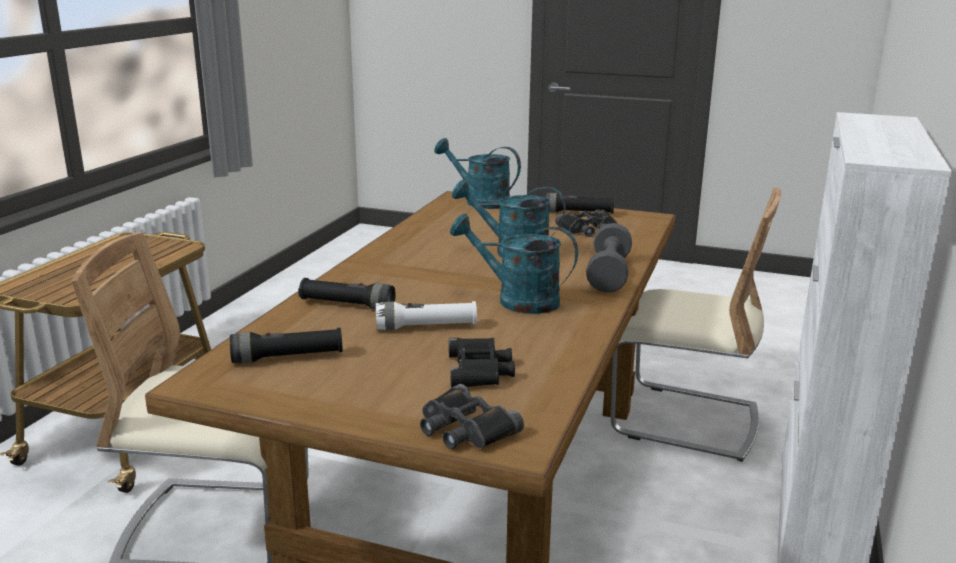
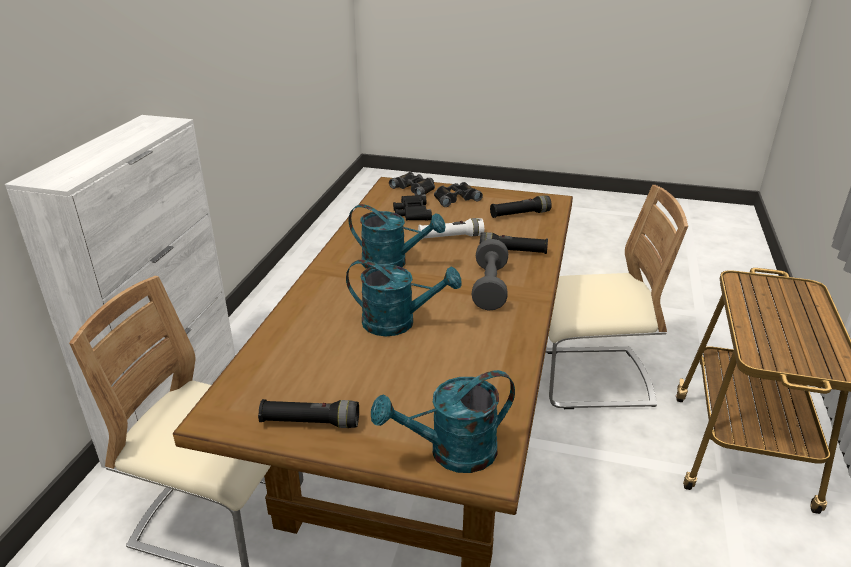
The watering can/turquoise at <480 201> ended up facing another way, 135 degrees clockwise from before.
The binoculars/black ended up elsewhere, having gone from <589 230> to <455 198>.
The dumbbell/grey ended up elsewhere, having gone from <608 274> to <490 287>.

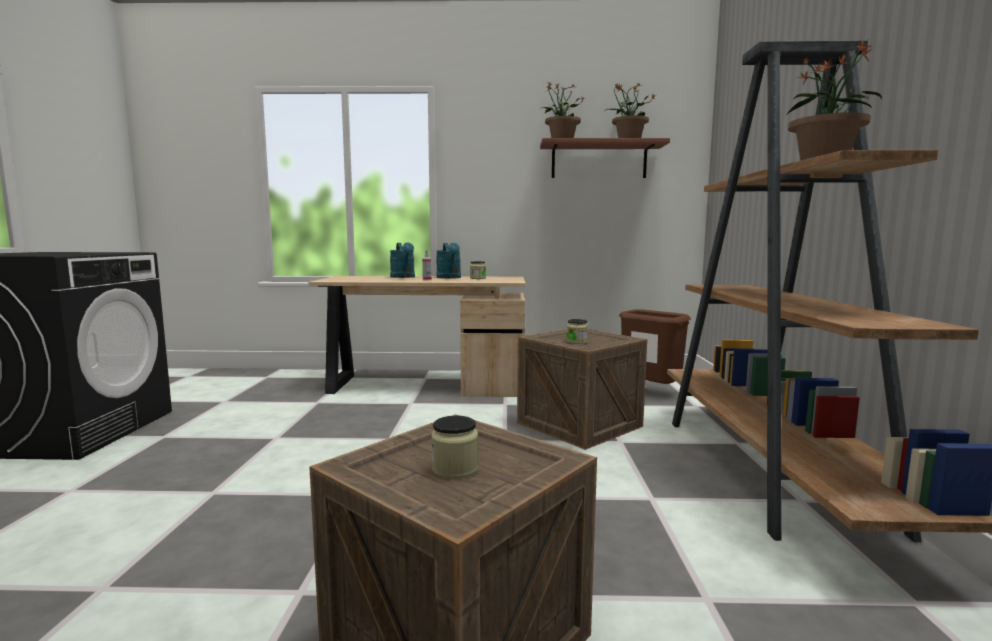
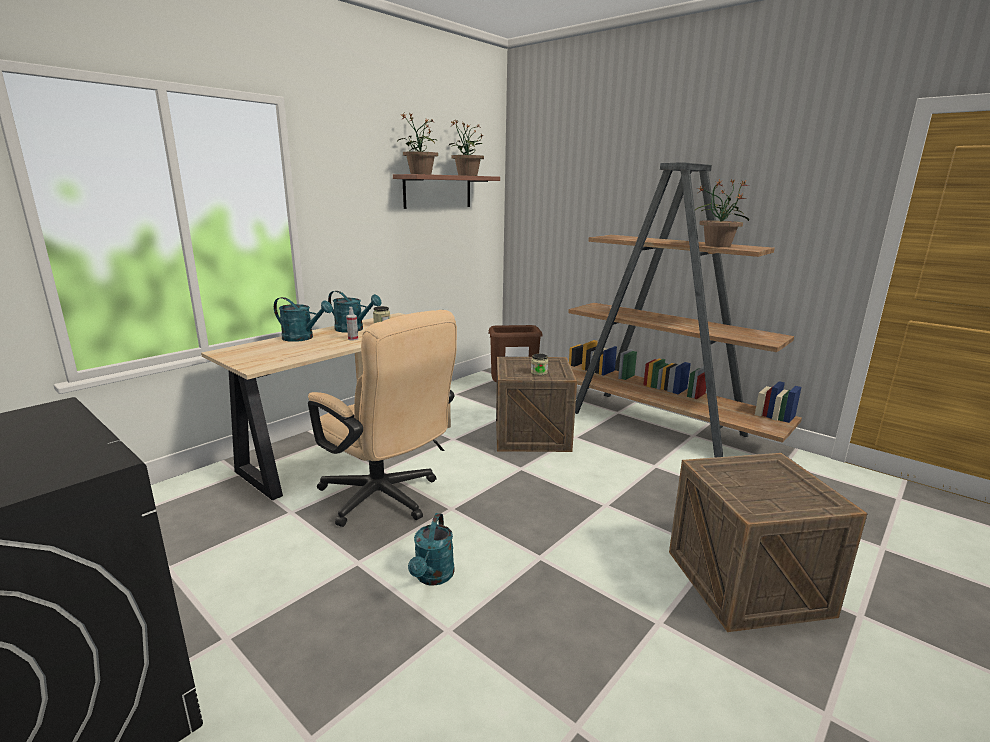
The second view lost the jar at <455 469>.
The second view gained the office chair/beige at <386 500>.
The second view gained the watering can/turquoise at <433 577>.

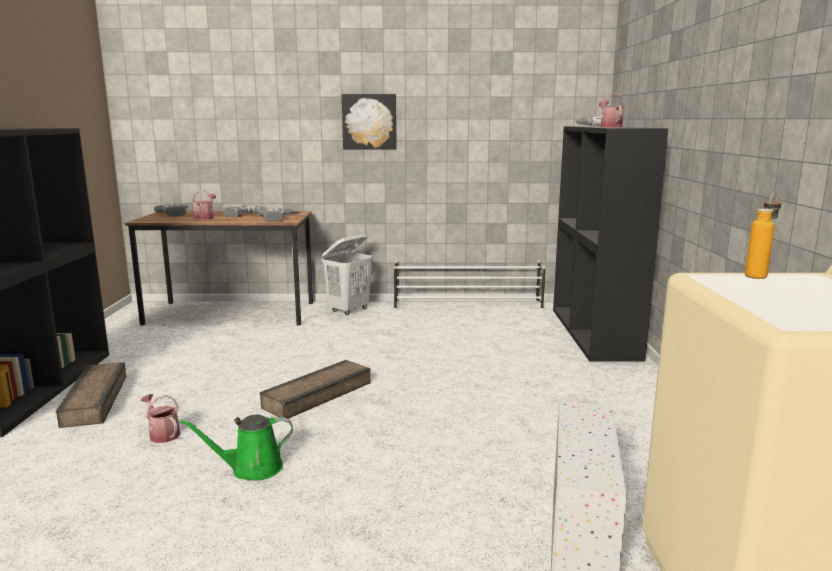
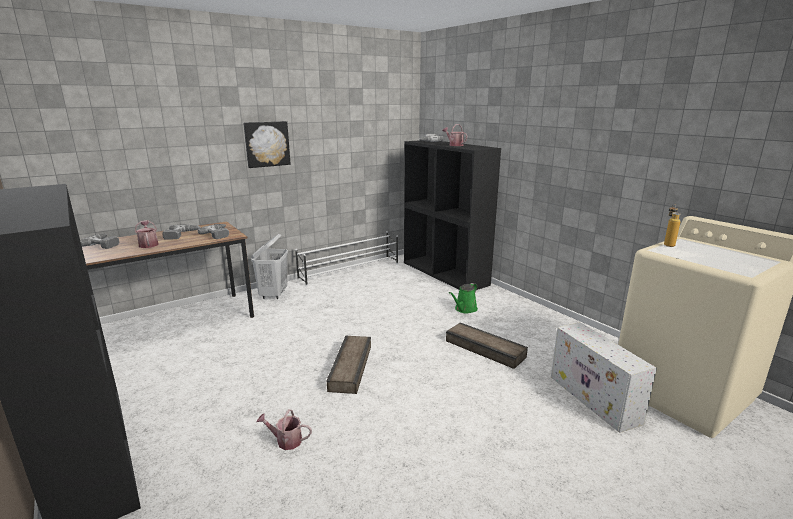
The crate ended up elsewhere, having gone from <97 399> to <485 348>.
The watering can/green ended up elsewhere, having gone from <252 469> to <464 309>.

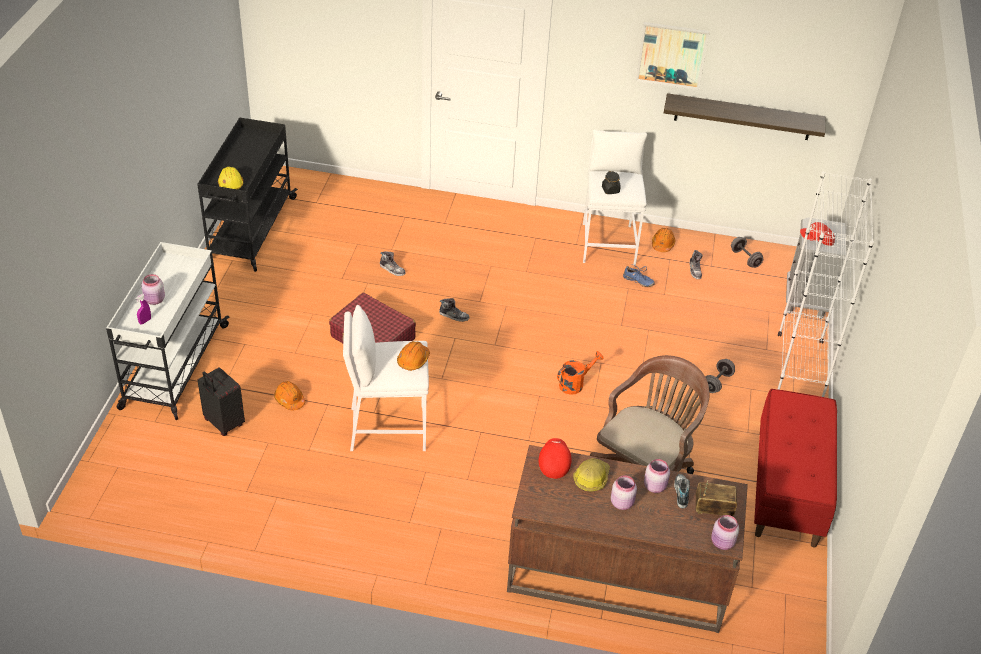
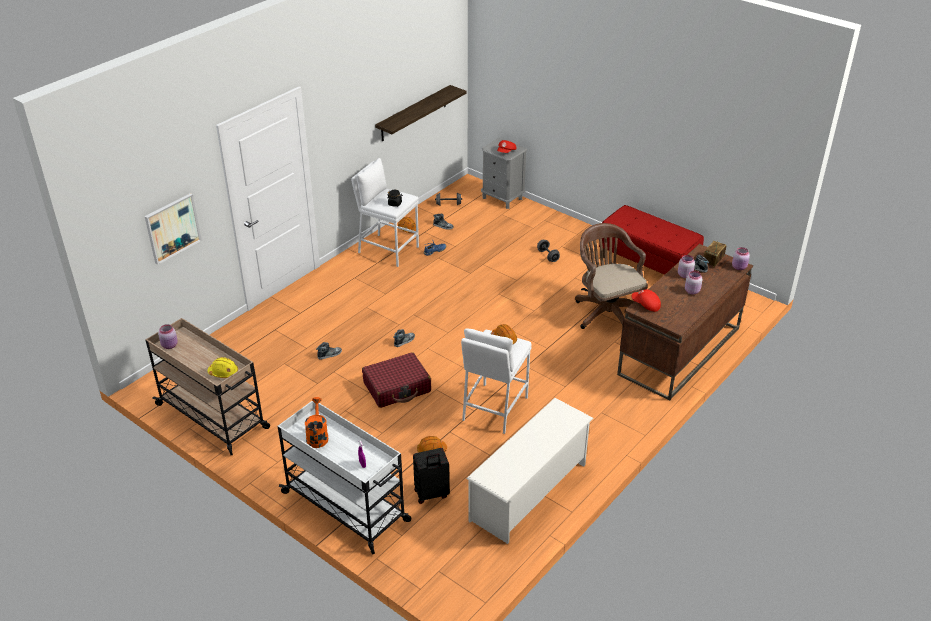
The jar/pink ended up elsewhere, having gone from <155 300> to <170 345>.
What was the cart/black at <250 230> turned into the cart/beige at <213 417>.
The watering can/orange ended up elsewhere, having gone from <575 384> to <317 436>.
The second view lost the hard hat at <591 478>.
The picture ended up elsewhere, having gone from <672 55> to <172 228>.
The second view lost the bookcase/white at <799 369>.
The second view gained the shoe rack/white at <529 492>.

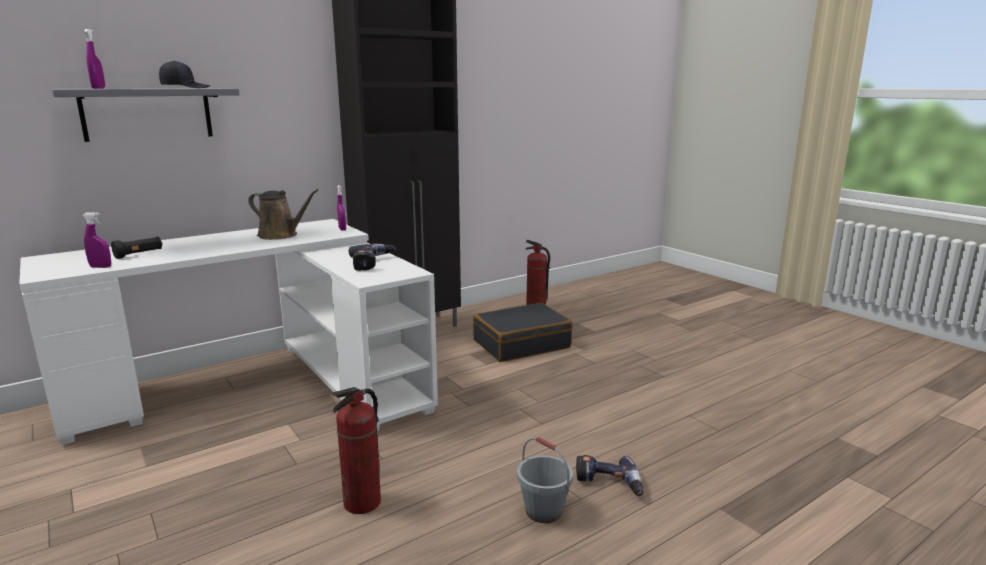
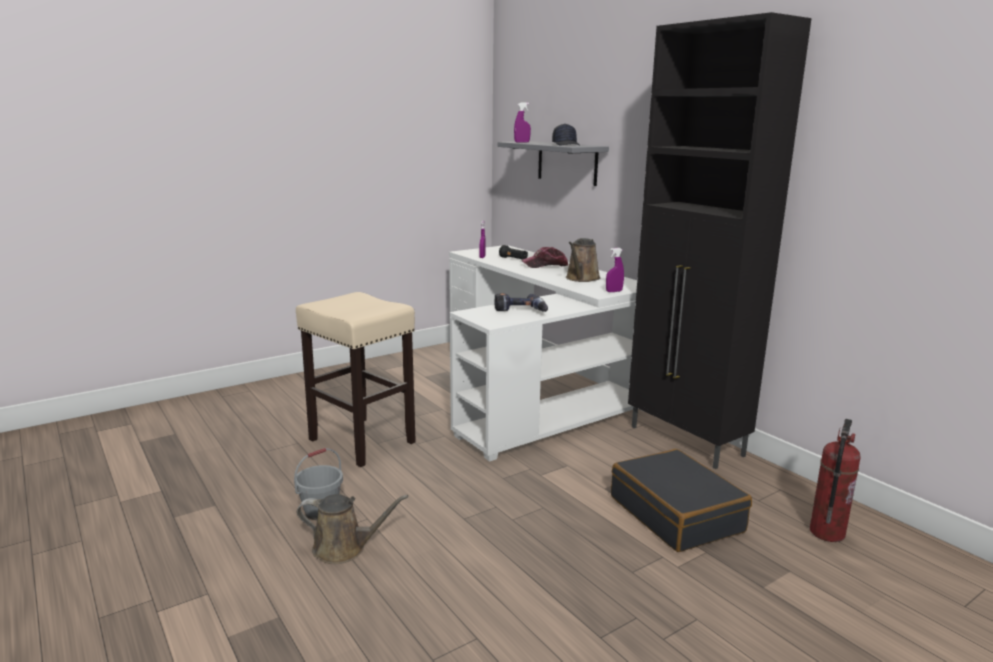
Where the fire extinguisher stood at <362 503>, the stool/beige came to stand at <360 441>.
Where the power drill stood at <608 484>, the watering can/brown came to stand at <344 548>.
The second view gained the cap at <545 265>.

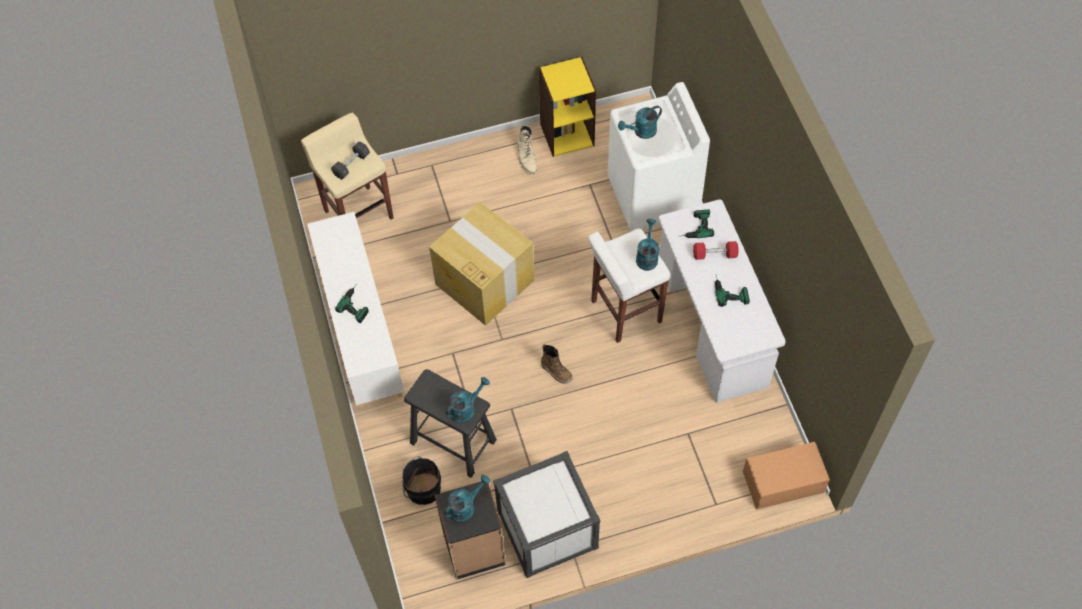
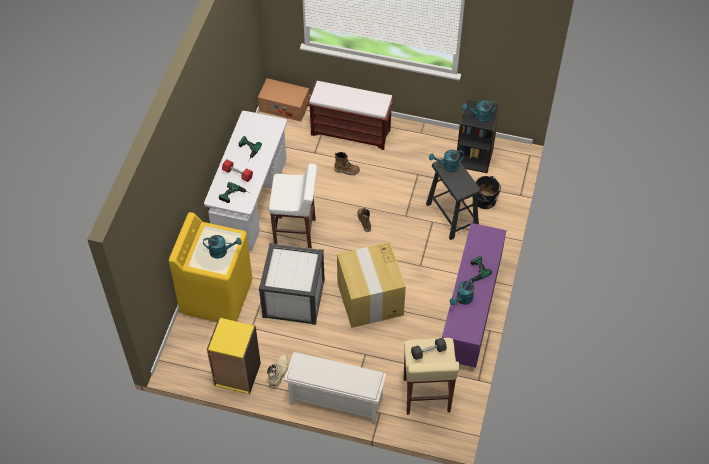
What was the cabinet/white at <361 328> turned into the cabinet/purple at <470 312>.
The storage box/white ended up elsewhere, having gone from <547 529> to <294 298>.
What was the washing machine/white at <653 196> turned into the washing machine/yellow at <217 296>.
The watering can/turquoise ended up elsewhere, having gone from <647 256> to <462 300>.
The second view gained the shoe rack/white at <335 401>.
The second view gained the bench/brown at <351 132>.
The second view gained the boot at <347 170>.

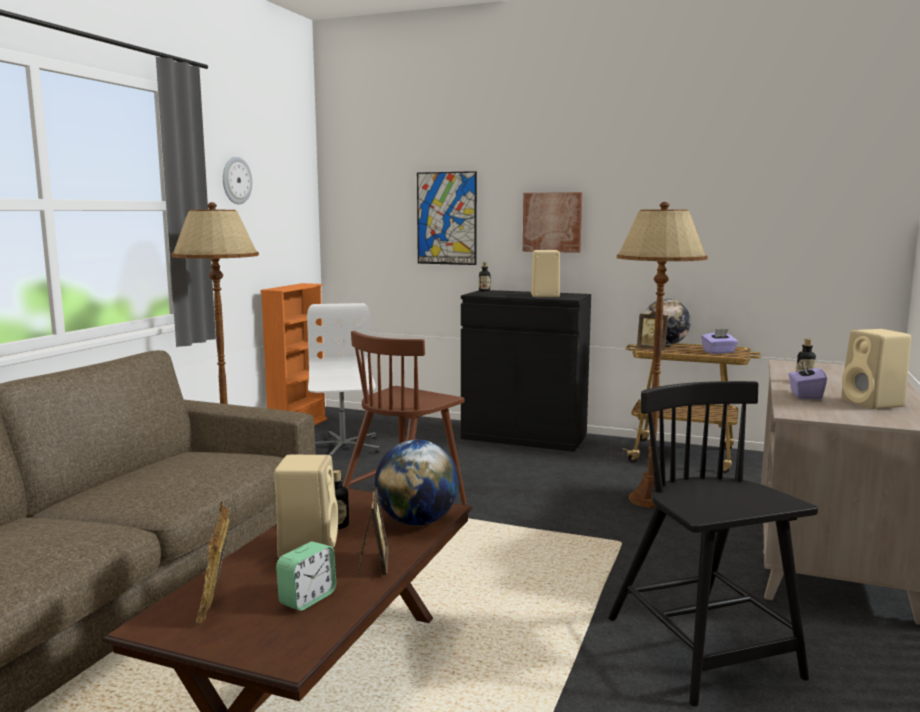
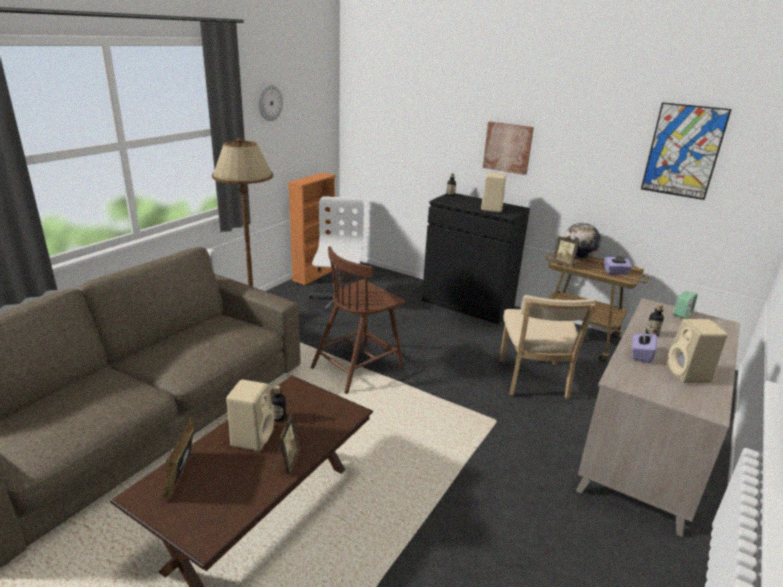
The alarm clock ended up elsewhere, having gone from <307 599> to <682 314>.
The second view lost the globe at <417 522>.
The picture ended up elsewhere, having gone from <446 218> to <683 151>.
The second view lost the chair/black at <703 649>.
Where the floor lamp/brown stood at <649 500>, the chair/beige came to stand at <533 381>.

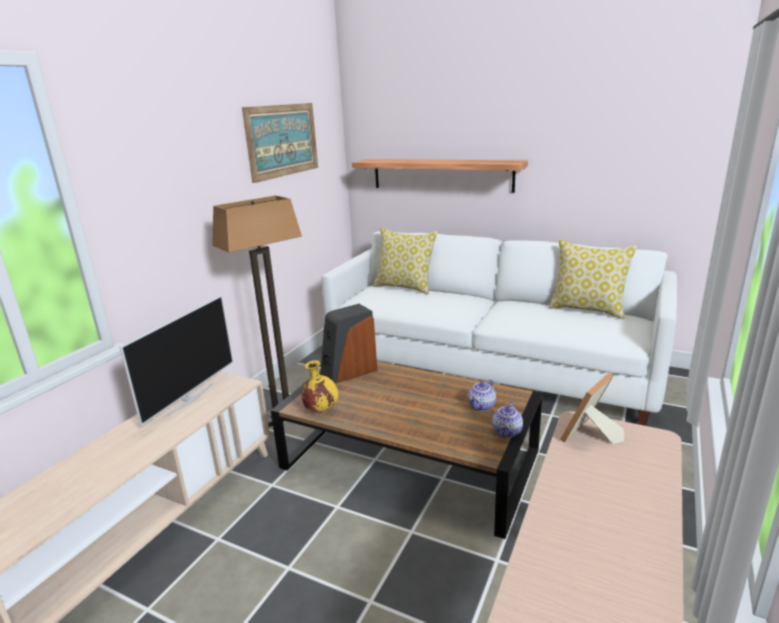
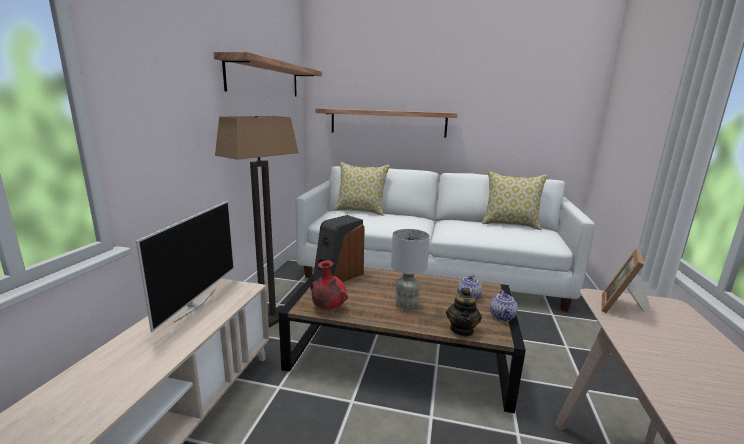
Where the picture hung at <282 140>, the shelf came to hang at <265 79>.
What was the vase/yellow at <321 409> turned into the vase/red at <328 308>.
The second view gained the table lamp/grey at <406 305>.
The second view gained the teapot at <462 330>.

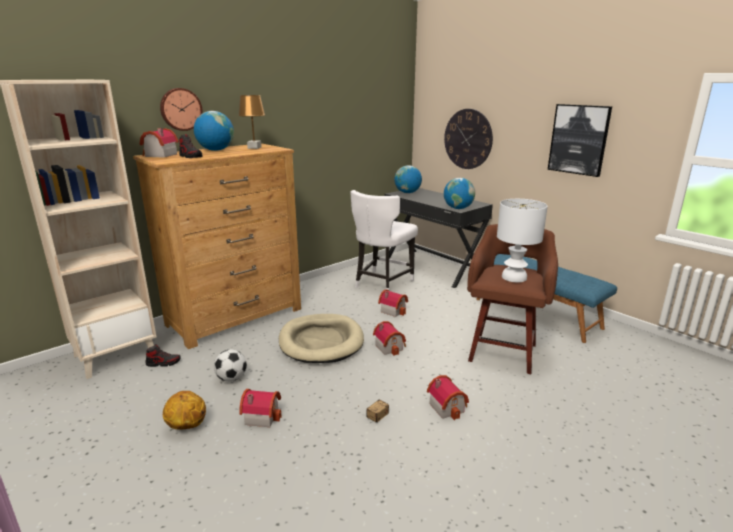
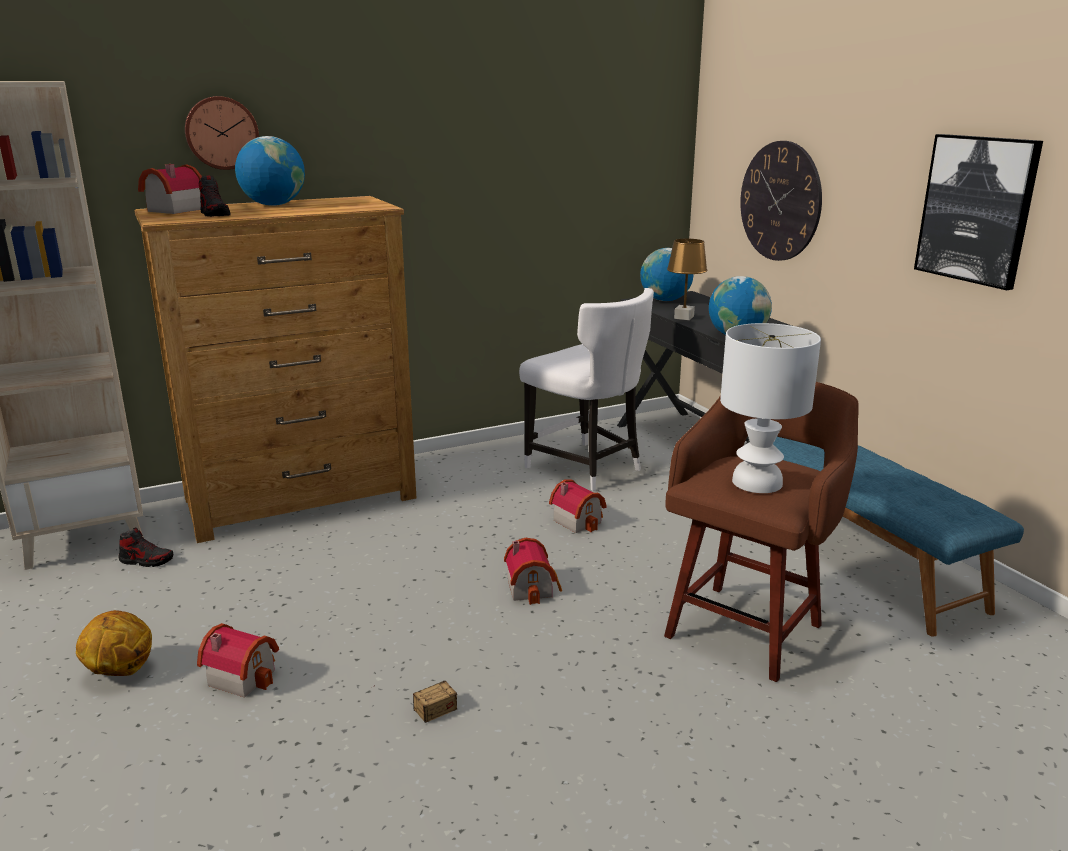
The second view lost the football at <232 378>.
The table lamp/brown ended up elsewhere, having gone from <254 148> to <684 317>.
The second view lost the dog bed/beige at <321 341>.
The chair/white at <381 283> ended up facing another way, 90 degrees counterclockwise from before.
The second view lost the toy house at <448 406>.

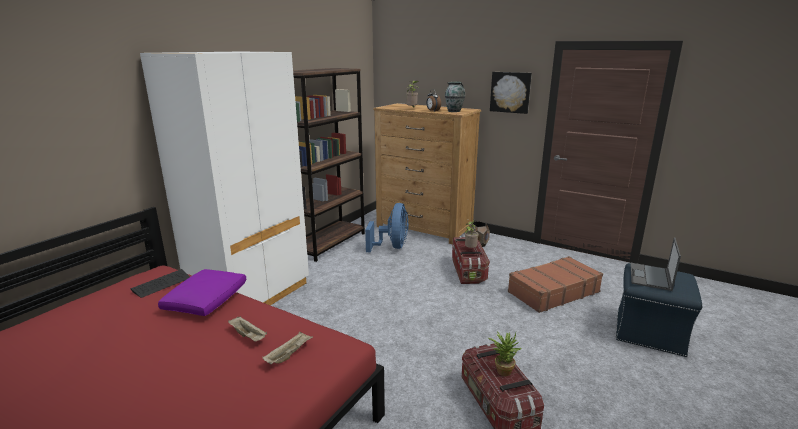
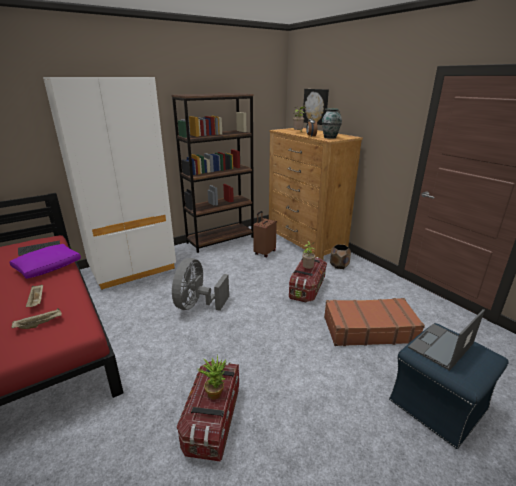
Where the fan/blue stood at <392 247>, the suitcase/brown came to stand at <264 253>.
The picture ended up elsewhere, having gone from <510 92> to <316 106>.
The second view gained the fan/grey at <197 305>.

